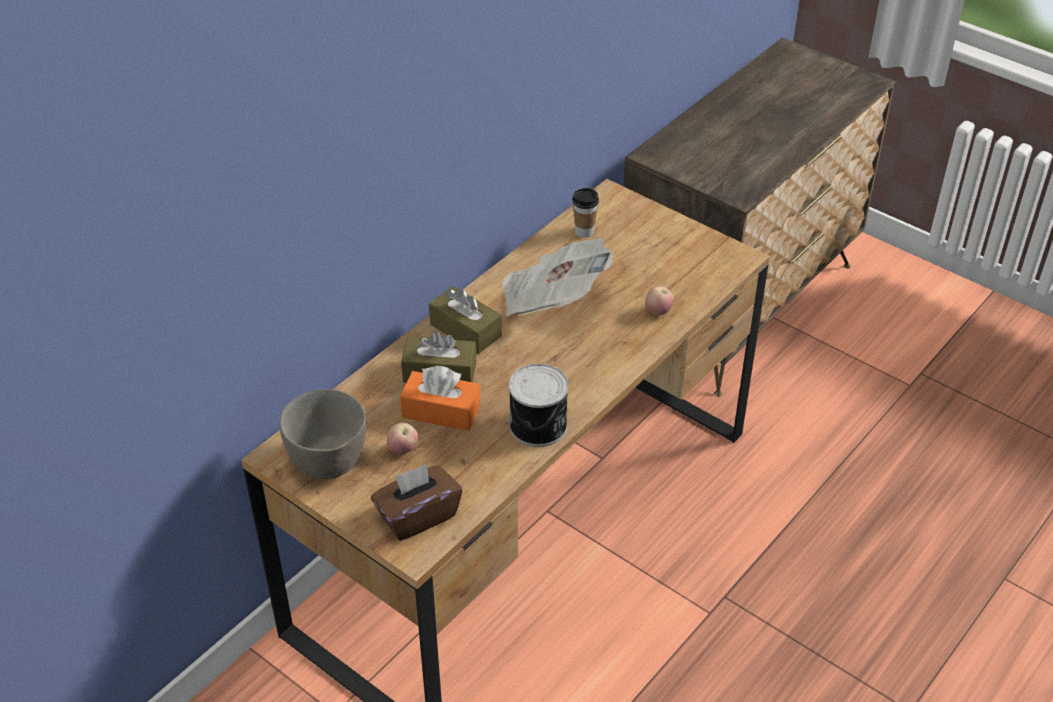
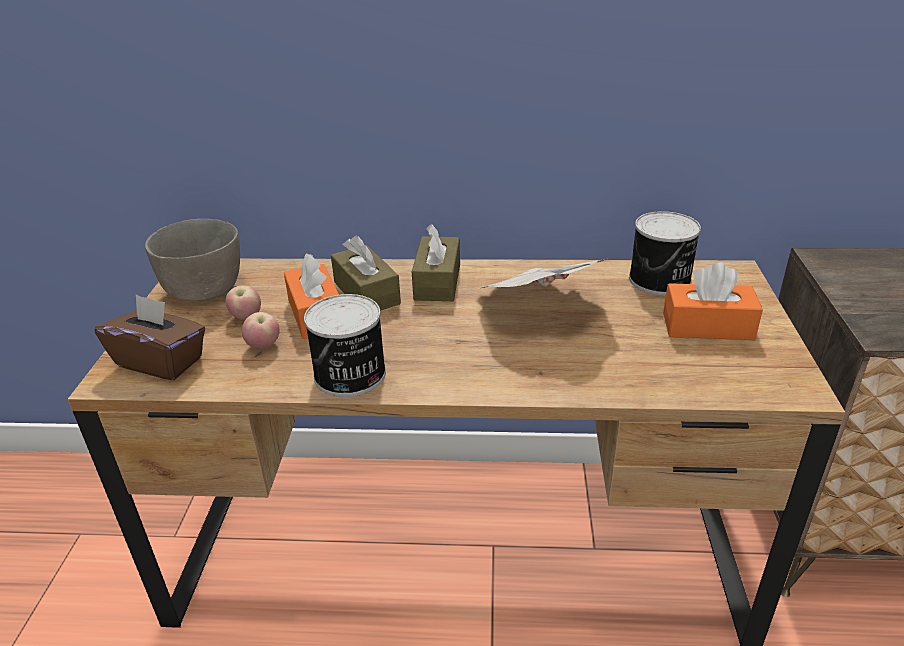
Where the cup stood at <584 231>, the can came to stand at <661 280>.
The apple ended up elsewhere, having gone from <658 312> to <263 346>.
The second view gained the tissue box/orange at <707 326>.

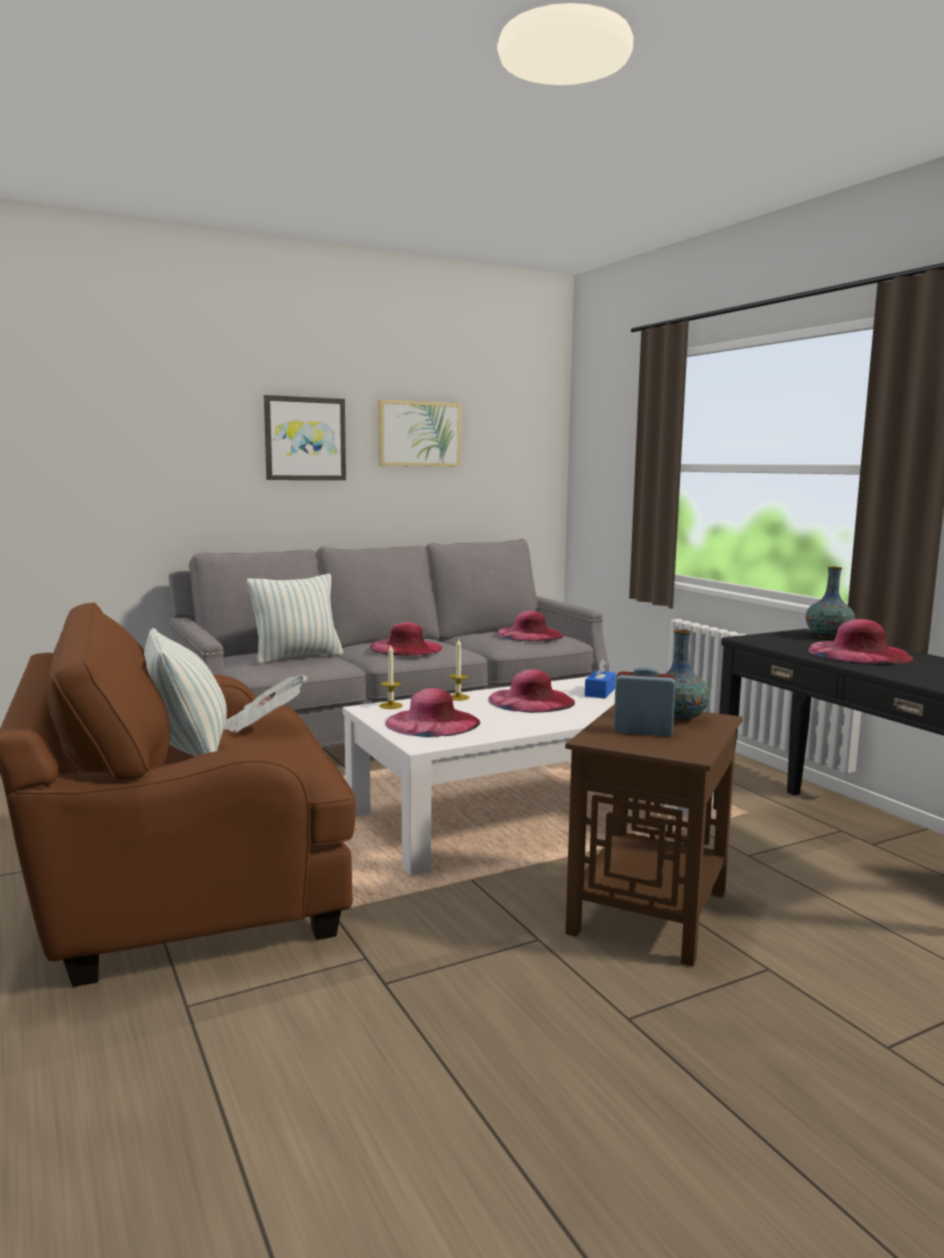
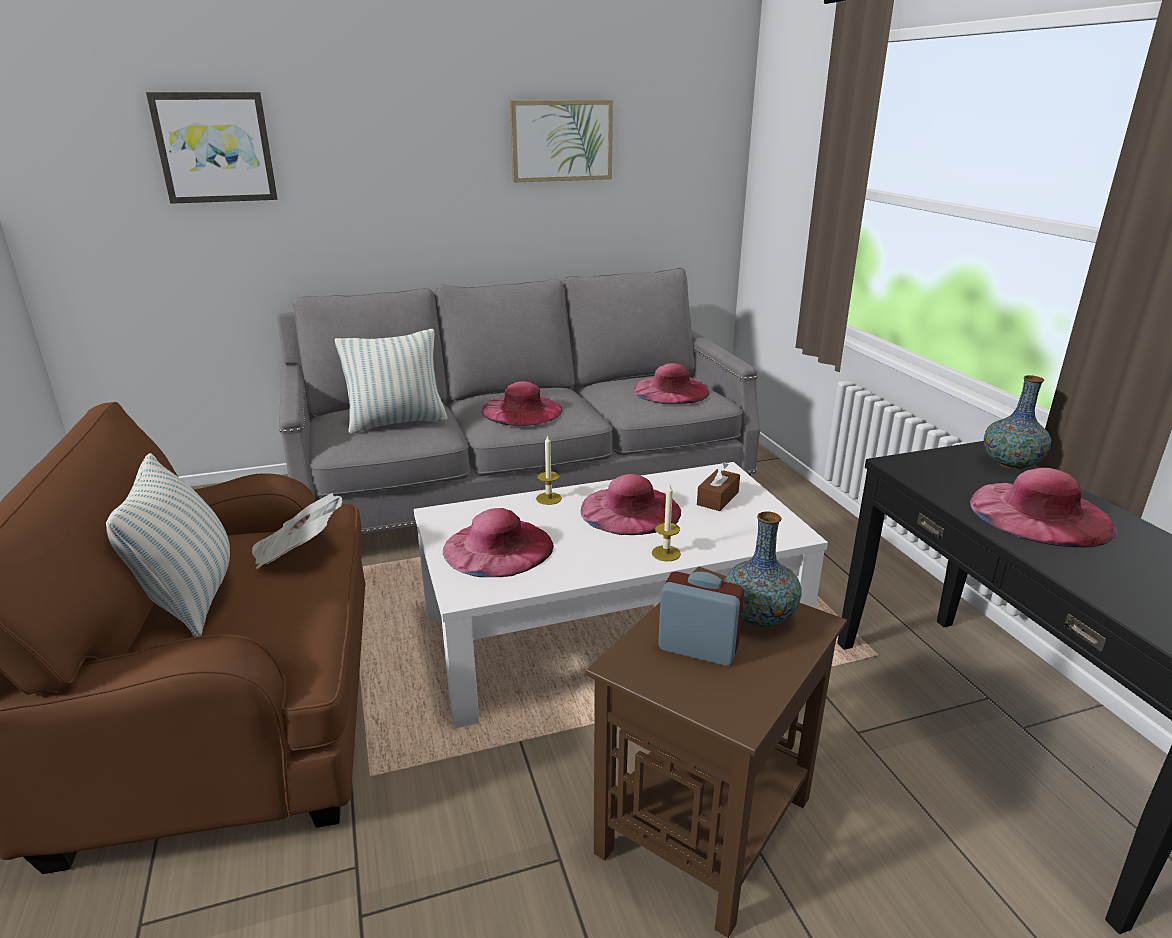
The picture ended up elsewhere, having gone from <305 439> to <215 148>.
The candle ended up elsewhere, having gone from <391 705> to <666 553>.
What was the tissue box/blue at <600 692> turned into the tissue box/brown at <717 498>.

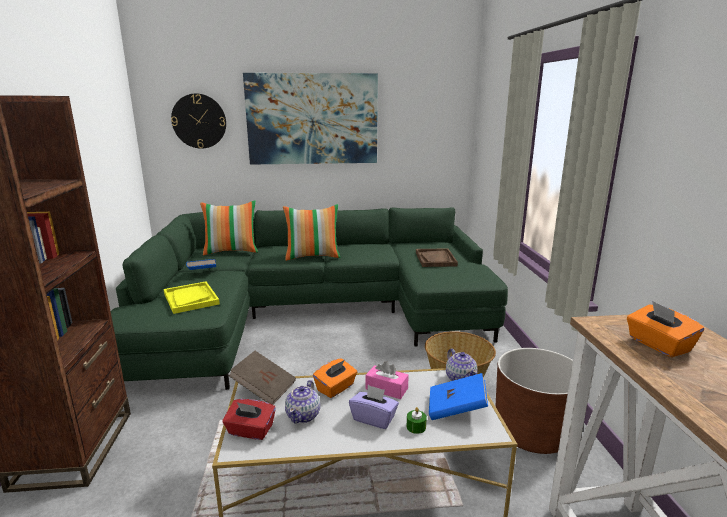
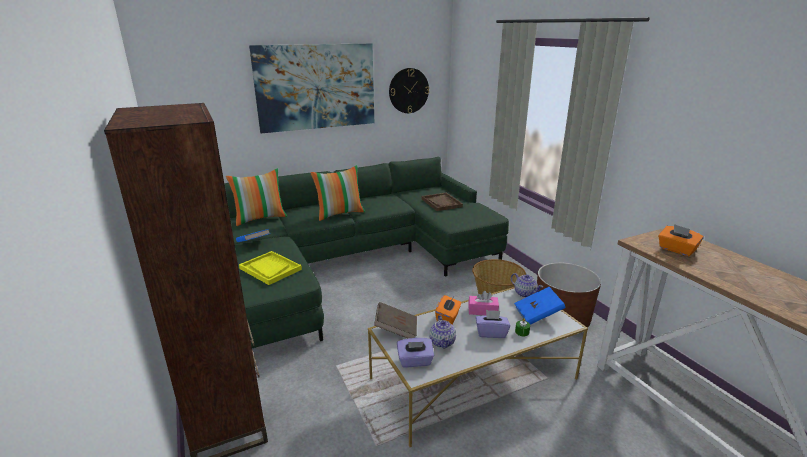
The wall clock ended up elsewhere, having gone from <199 121> to <408 90>.
What was the tissue box/red at <250 431> turned into the tissue box/purple at <415 361>.

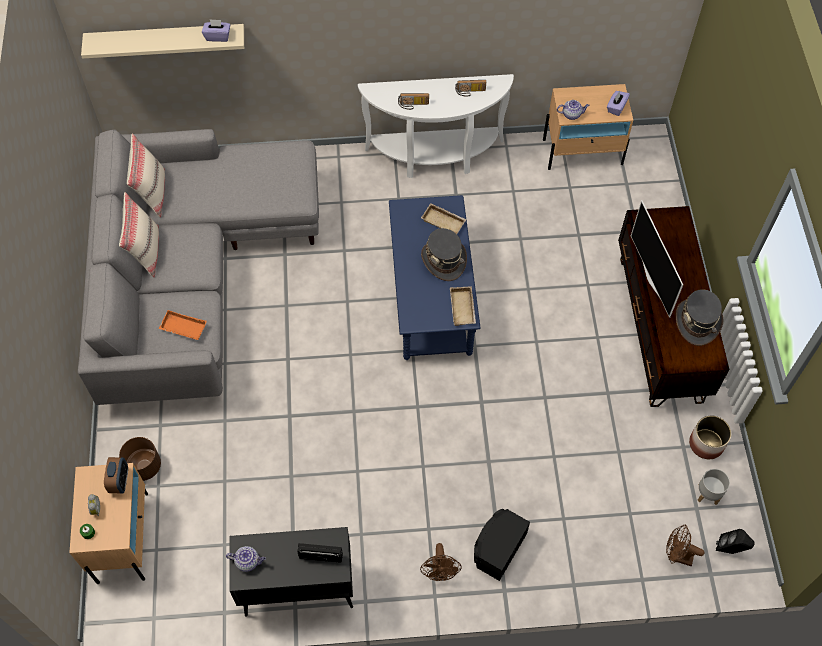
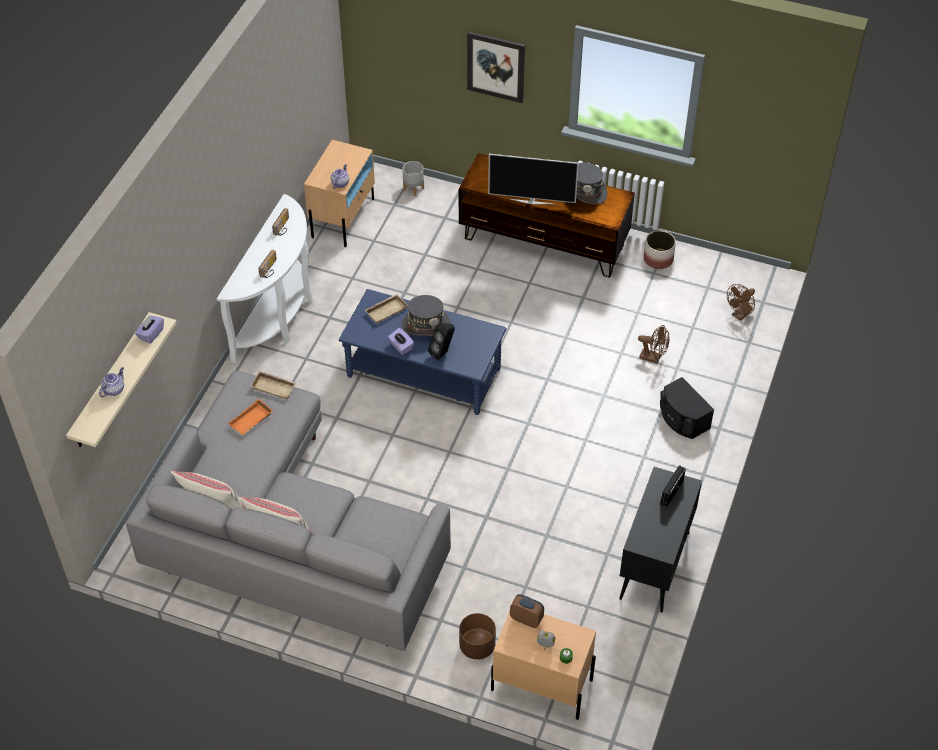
The tray/orange ended up elsewhere, having gone from <182 328> to <251 421>.
The teapot ended up elsewhere, having gone from <248 561> to <114 389>.
The fan/brown ended up elsewhere, having gone from <440 573> to <653 358>.
The tray/beige ended up elsewhere, having gone from <463 308> to <274 387>.
The tissue box/purple ended up elsewhere, having gone from <616 107> to <401 347>.
The planter/grey ended up elsewhere, having gone from <708 494> to <414 189>.
The speaker/black ended up elsewhere, having gone from <730 550> to <442 353>.
The second view gained the picture at <496 66>.

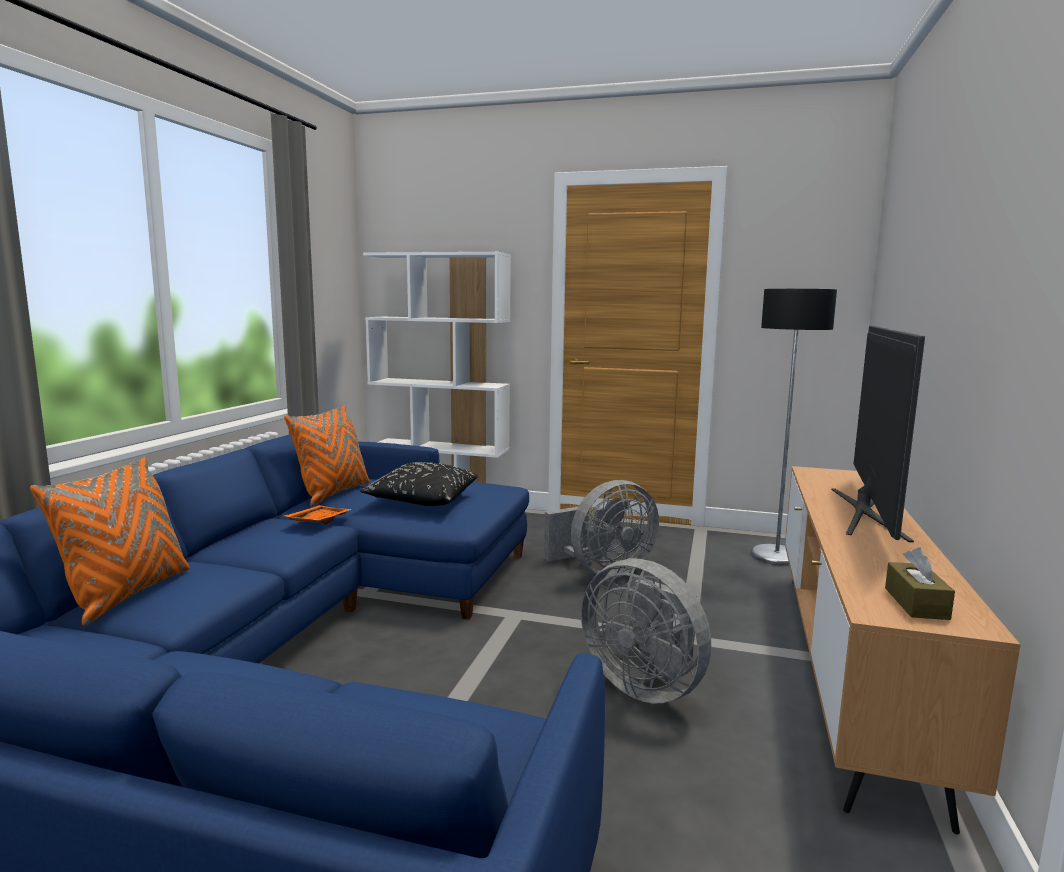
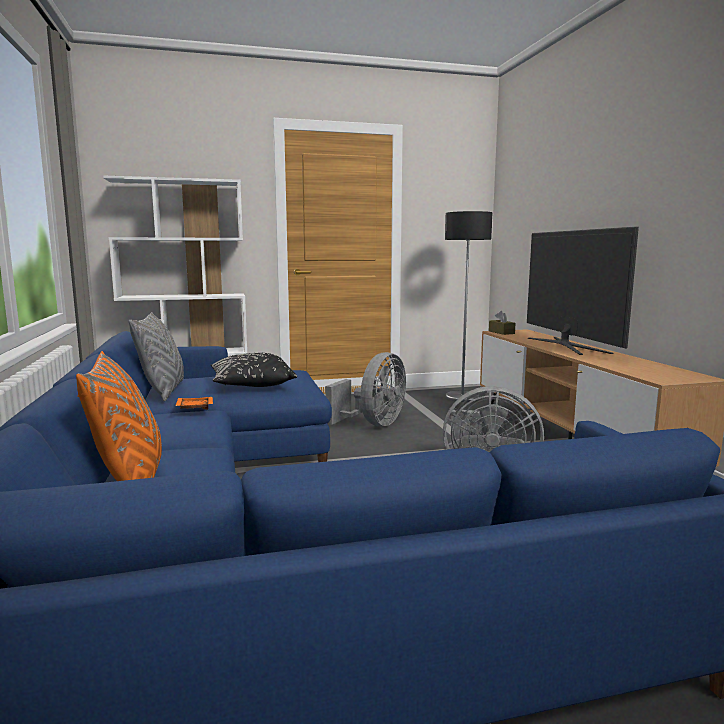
What was the pillow/orange at <333 493> turned into the pillow/grey at <163 391>.
The tissue box/brown ended up elsewhere, having gone from <916 603> to <501 332>.

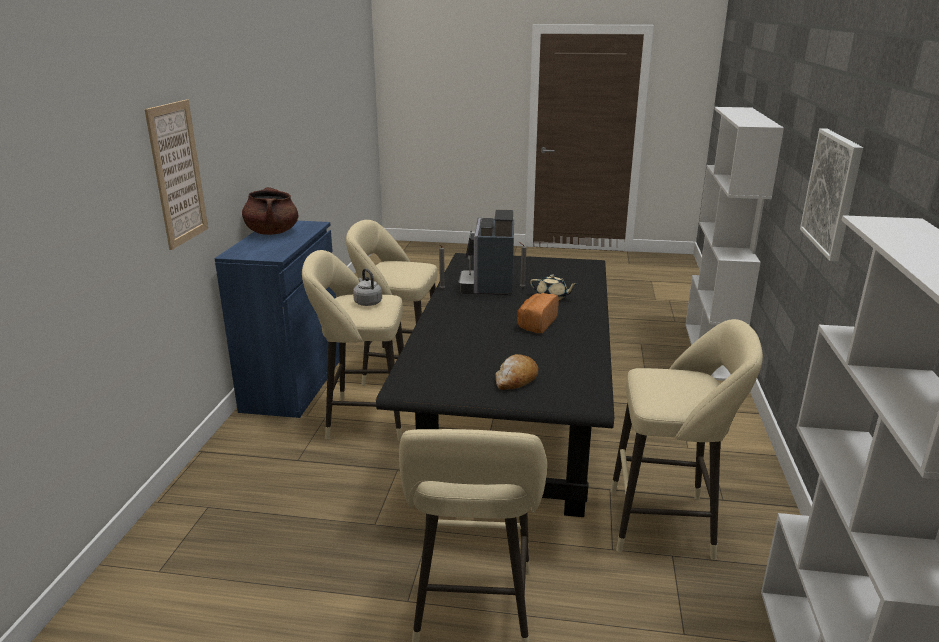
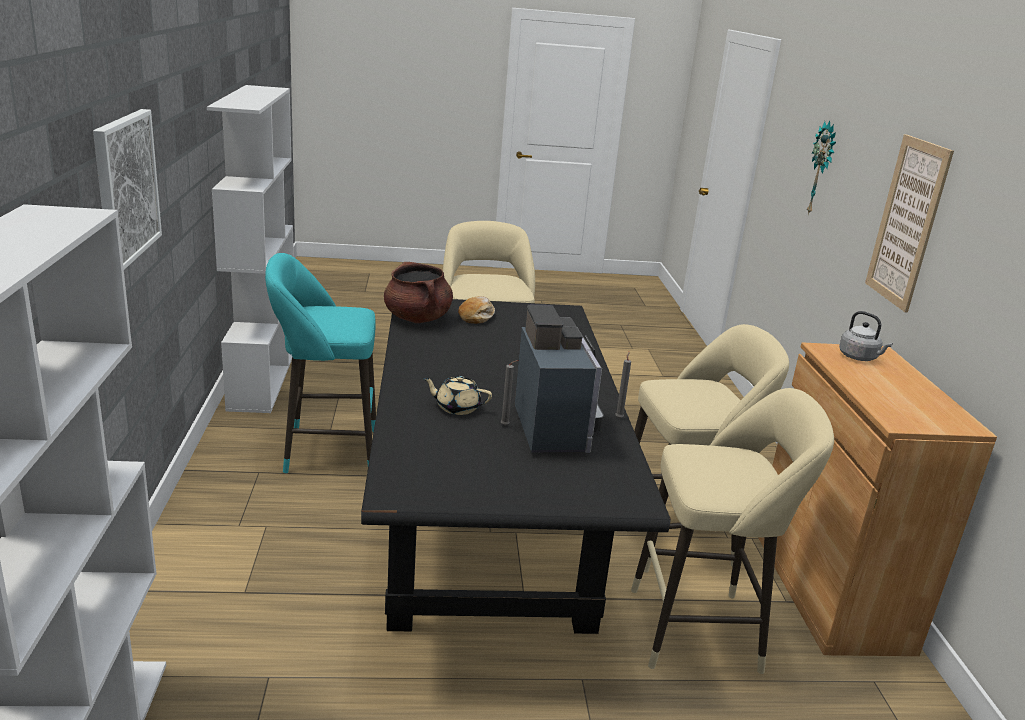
What was the cabinet/blue at <293 384> turned into the cabinet/brown at <830 589>.
The cooking pot/brown ended up elsewhere, having gone from <272 232> to <418 318>.
The kettle/grey ended up elsewhere, having gone from <367 302> to <859 358>.
The second view lost the bread at <536 324>.
What was the stool/beige at <668 523> turned into the stool/turquoise at <324 450>.
The second view gained the wall clock at <822 169>.

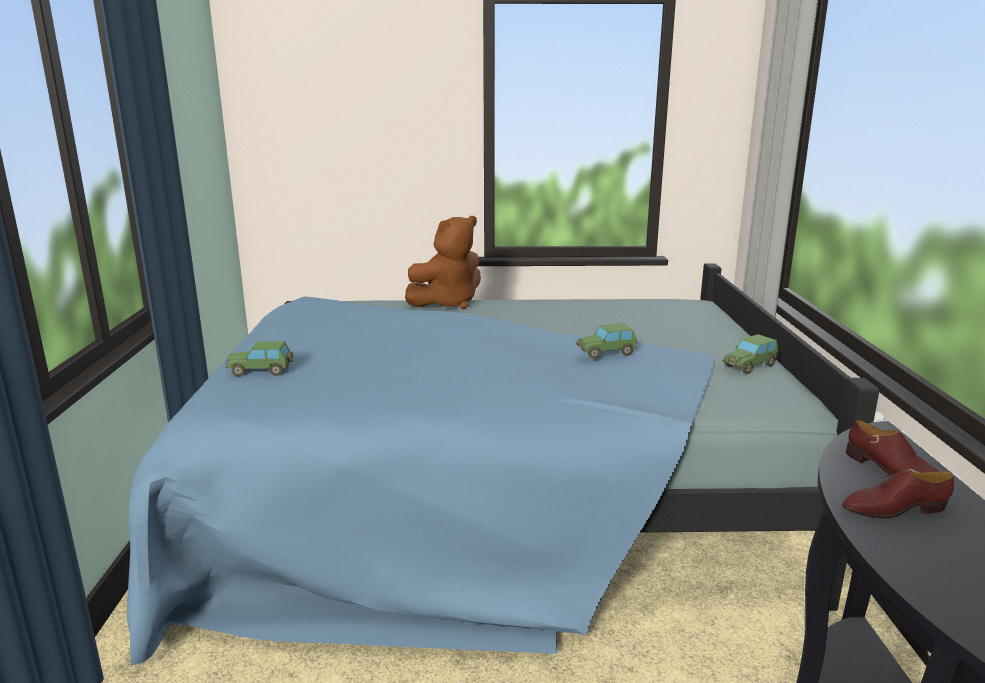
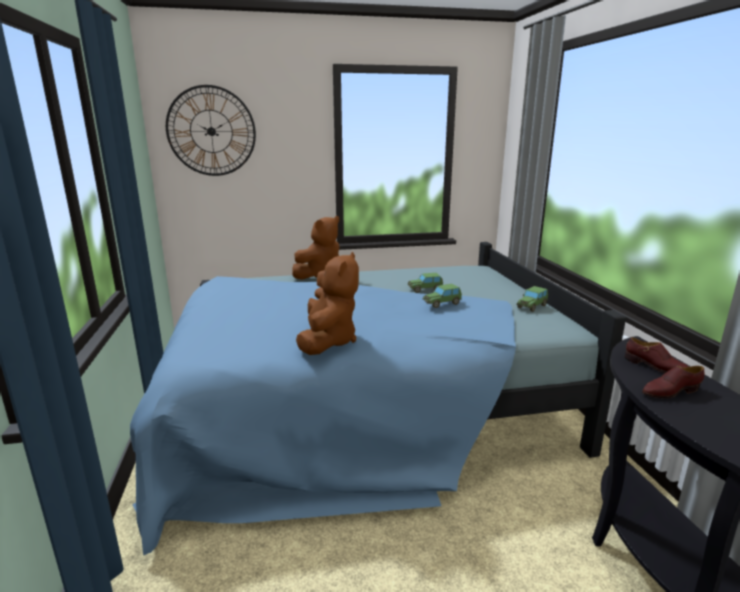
The toy car ended up elsewhere, having gone from <261 371> to <425 289>.
The second view gained the wall clock at <211 131>.
The second view gained the plush toy/brown at <328 341>.

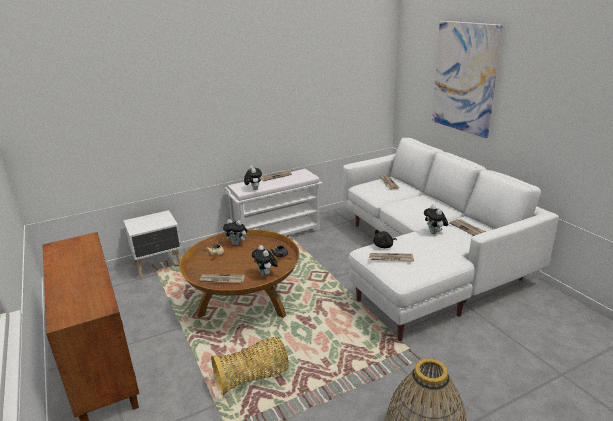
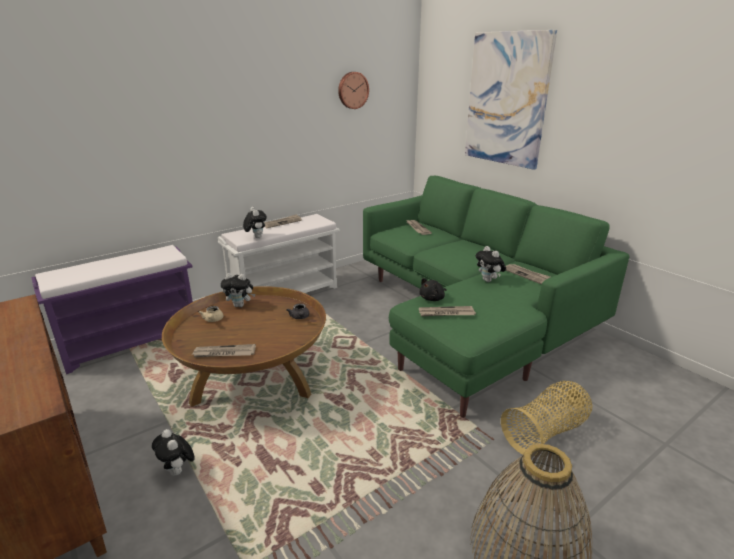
Where the nightstand/white stood at <159 266>, the bench/purple came to stand at <132 341>.
The basket ended up elsewhere, having gone from <253 378> to <545 433>.
The plush toy ended up elsewhere, having gone from <266 274> to <178 471>.
What was the sofa/white at <425 261> turned into the sofa/green at <469 317>.
The second view gained the wall clock at <352 90>.

